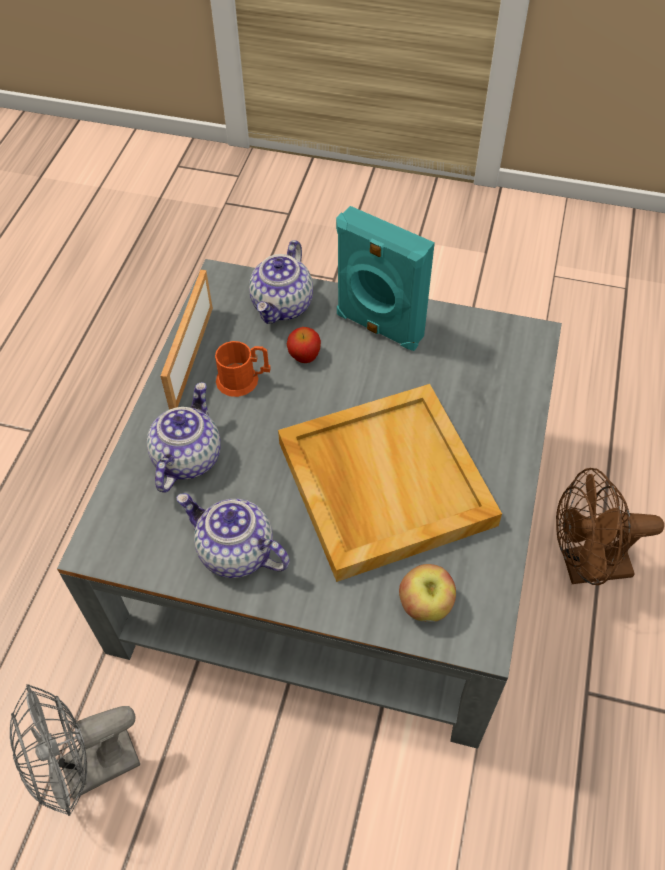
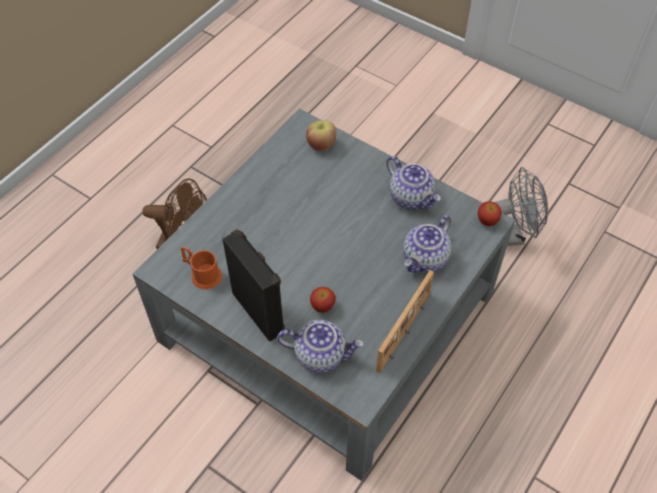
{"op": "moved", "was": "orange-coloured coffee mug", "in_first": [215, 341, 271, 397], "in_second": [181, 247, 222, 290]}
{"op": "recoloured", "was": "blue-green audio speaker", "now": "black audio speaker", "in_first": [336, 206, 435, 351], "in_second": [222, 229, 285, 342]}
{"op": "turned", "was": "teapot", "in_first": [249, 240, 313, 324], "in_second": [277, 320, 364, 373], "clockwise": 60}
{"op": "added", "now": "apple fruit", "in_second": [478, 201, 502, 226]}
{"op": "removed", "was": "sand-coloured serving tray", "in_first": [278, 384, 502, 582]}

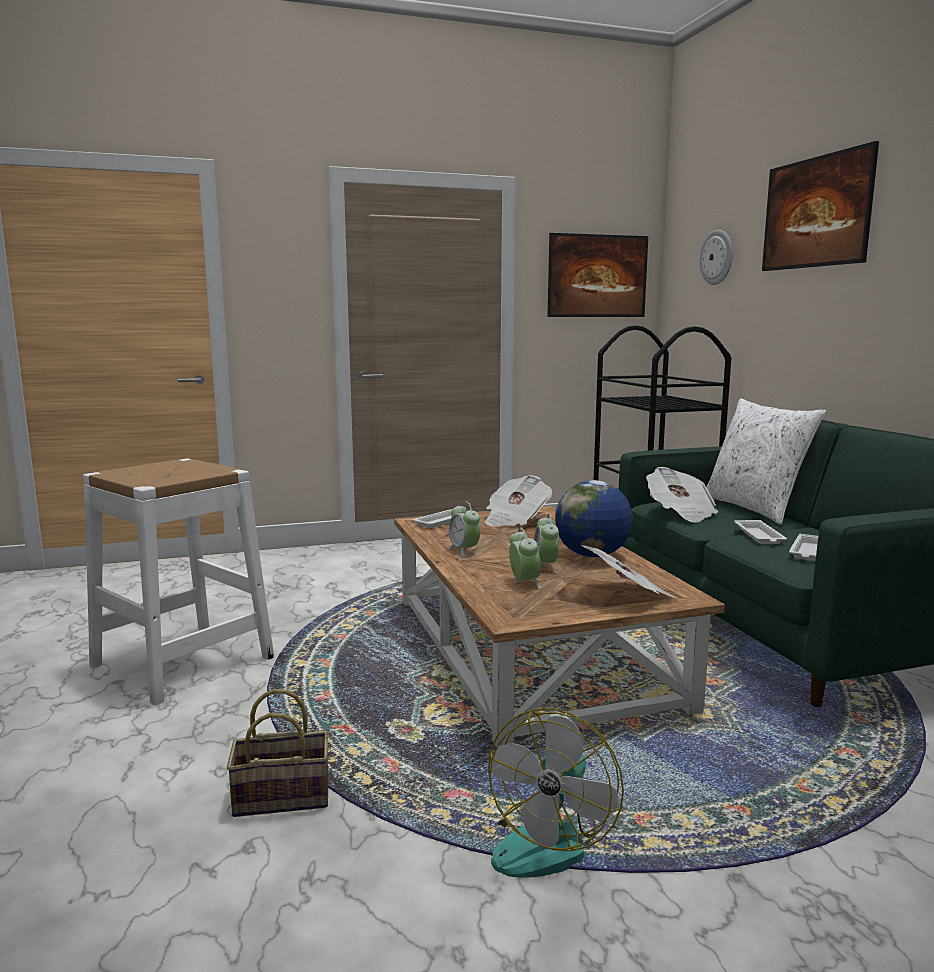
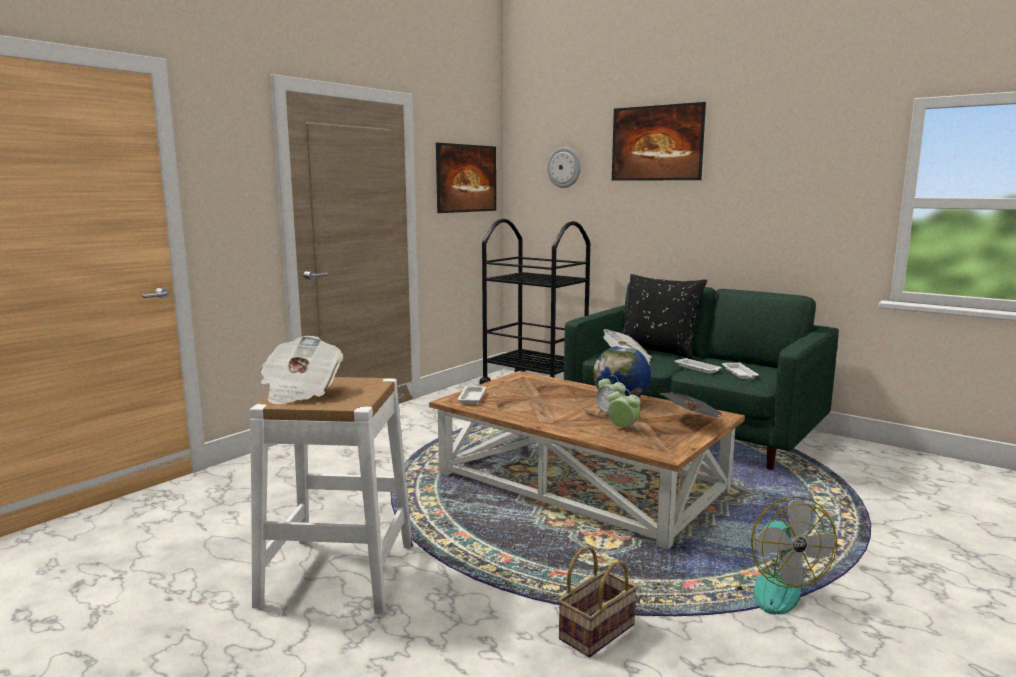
{"op": "moved", "was": "newspaper", "in_first": [485, 475, 552, 527], "in_second": [260, 336, 343, 404]}
{"op": "recoloured", "was": "white-coloured pillow", "now": "black pillow", "in_first": [706, 398, 826, 525], "in_second": [621, 274, 707, 359]}
{"op": "removed", "was": "alarm clock", "in_first": [448, 501, 480, 557]}

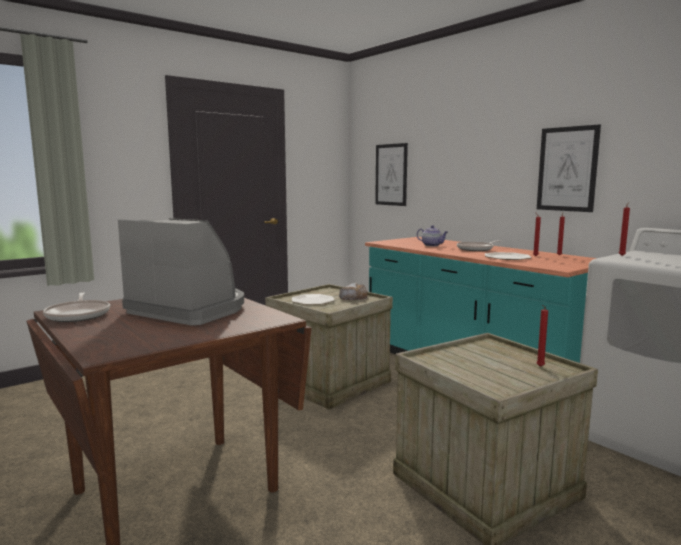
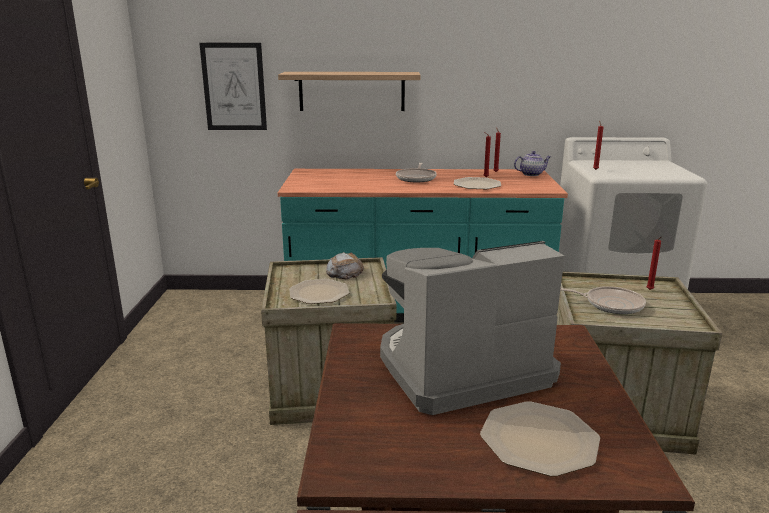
{"op": "added", "now": "bracket shelf", "in_second": [278, 72, 421, 111]}
{"op": "added", "now": "dinner plate", "in_second": [480, 401, 600, 477]}
{"op": "moved", "was": "teapot", "in_first": [417, 225, 448, 246], "in_second": [514, 151, 551, 176]}
{"op": "moved", "was": "frying pan", "in_first": [43, 292, 110, 322], "in_second": [560, 286, 646, 314]}
{"op": "removed", "was": "wall picture", "in_first": [537, 125, 601, 212]}

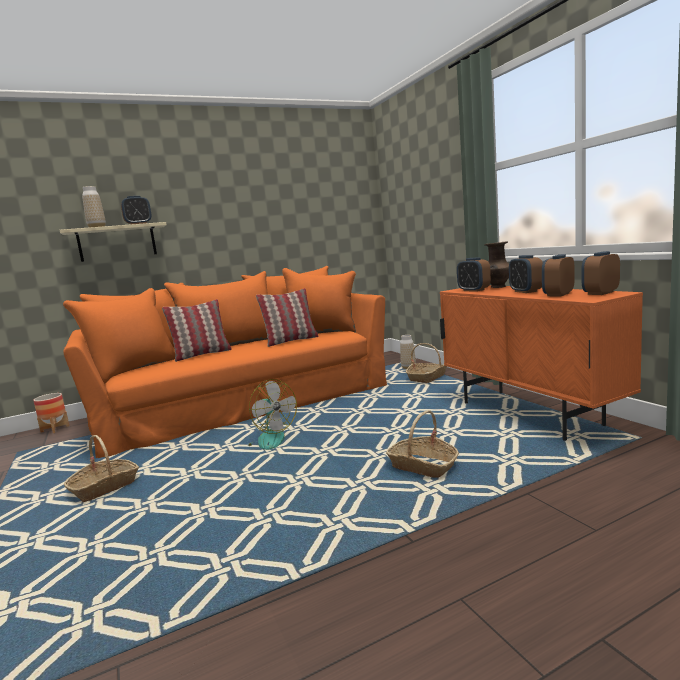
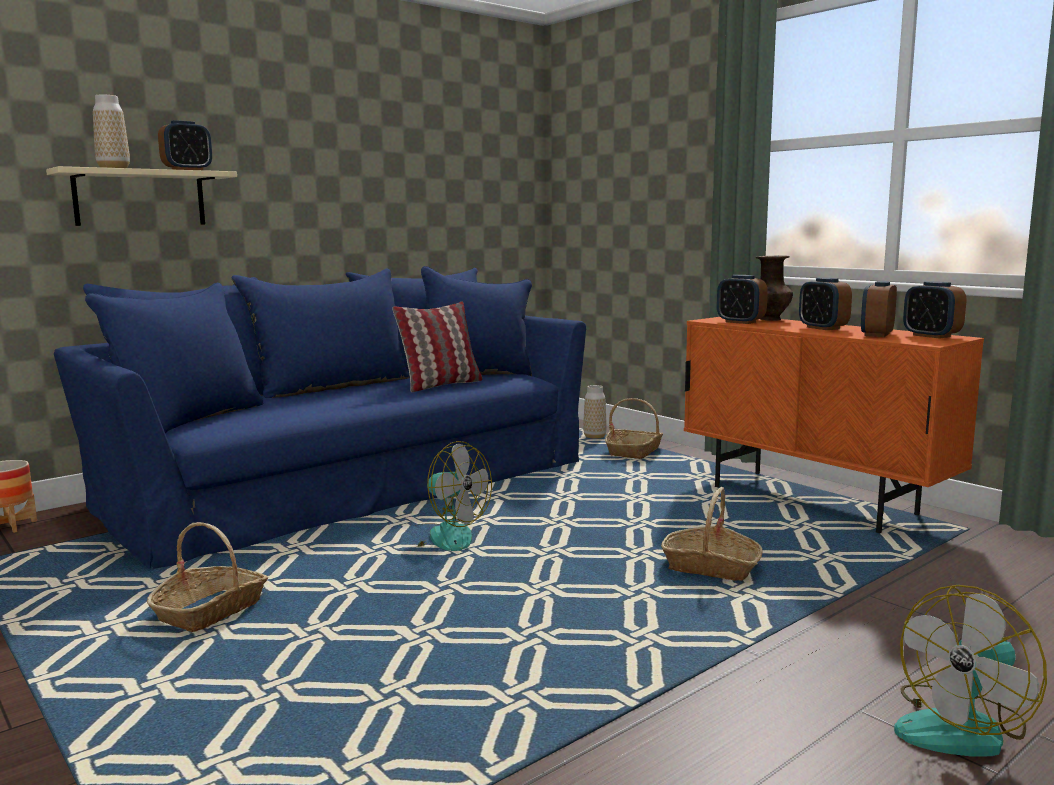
{"op": "recoloured", "was": "orange-coloured couch", "now": "bluish couch", "in_first": [63, 266, 387, 458], "in_second": [54, 266, 586, 569]}
{"op": "added", "now": "cooling fan", "in_second": [894, 585, 1047, 757]}
{"op": "turned", "was": "alarm clock", "in_first": [582, 251, 620, 295], "in_second": [903, 281, 966, 339], "clockwise": -75}
{"op": "removed", "was": "pillow", "in_first": [162, 299, 232, 362]}

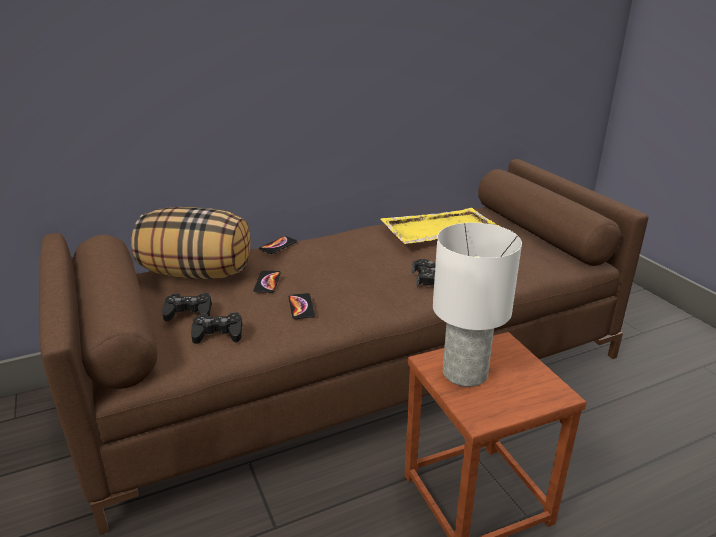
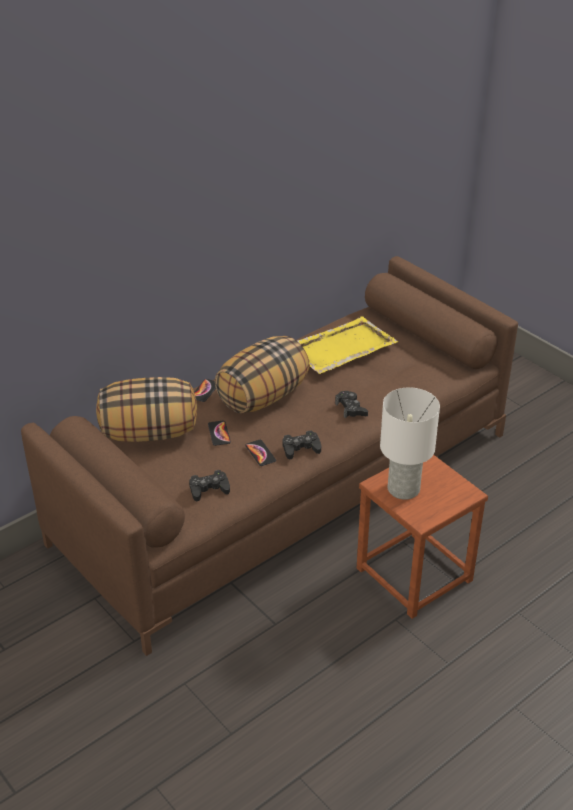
{"op": "added", "now": "pillow", "in_second": [215, 336, 310, 413]}
{"op": "moved", "was": "black gamepad", "in_first": [162, 293, 212, 321], "in_second": [283, 430, 321, 459]}

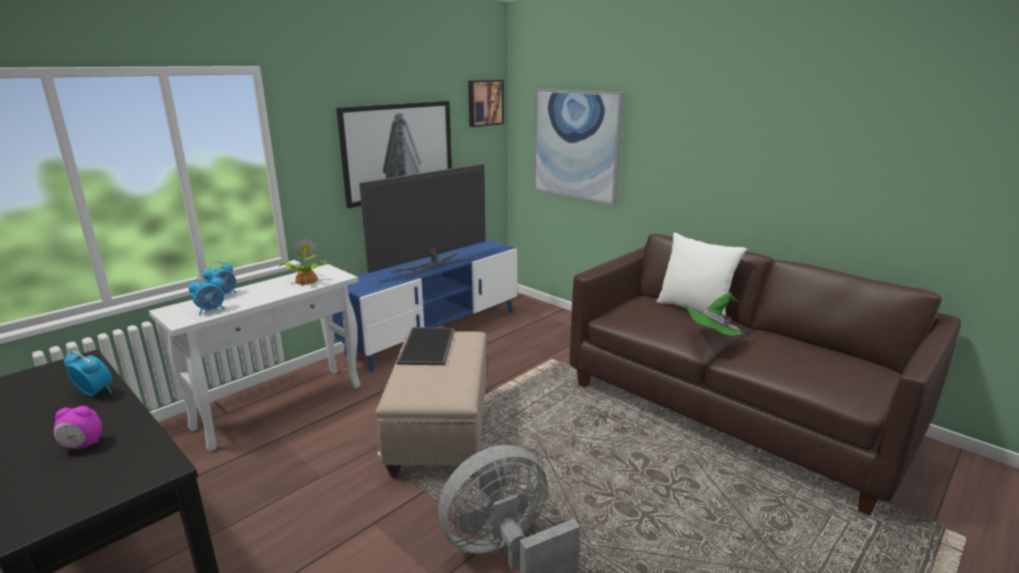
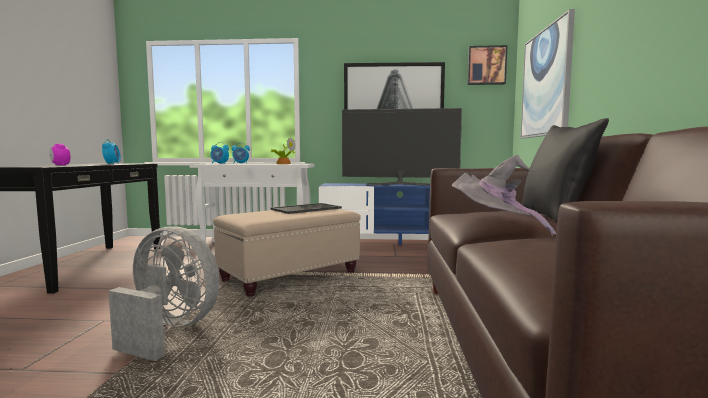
{"op": "recoloured", "was": "greenish clothing hat", "now": "grey clothing hat", "in_first": [684, 292, 751, 342], "in_second": [452, 155, 556, 236]}
{"op": "recoloured", "was": "white-coloured pillow", "now": "black pillow", "in_first": [656, 232, 747, 315], "in_second": [522, 118, 609, 222]}

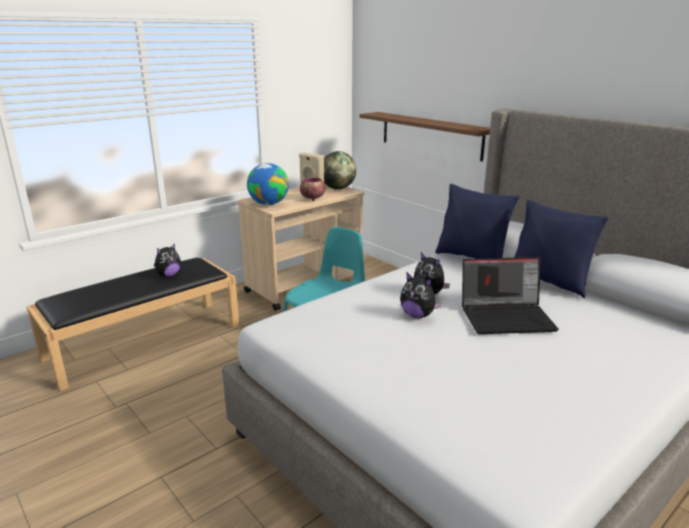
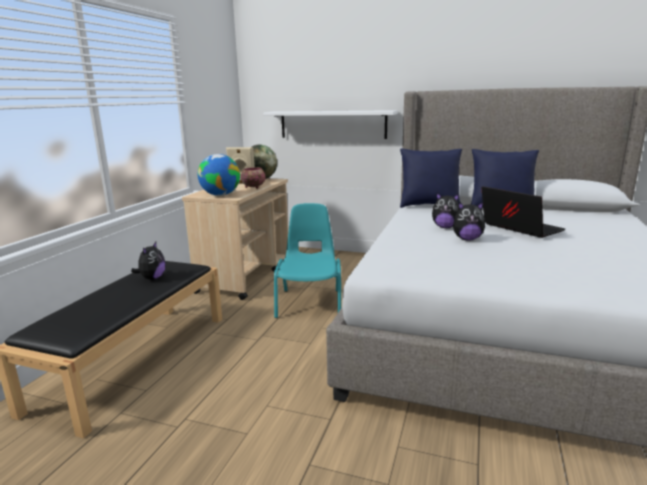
{"op": "recoloured", "was": "brown-coloured bracket shelf", "now": "white-coloured bracket shelf", "in_first": [360, 112, 490, 161], "in_second": [263, 110, 398, 139]}
{"op": "turned", "was": "portable computer", "in_first": [462, 257, 559, 334], "in_second": [482, 186, 565, 238], "clockwise": -90}

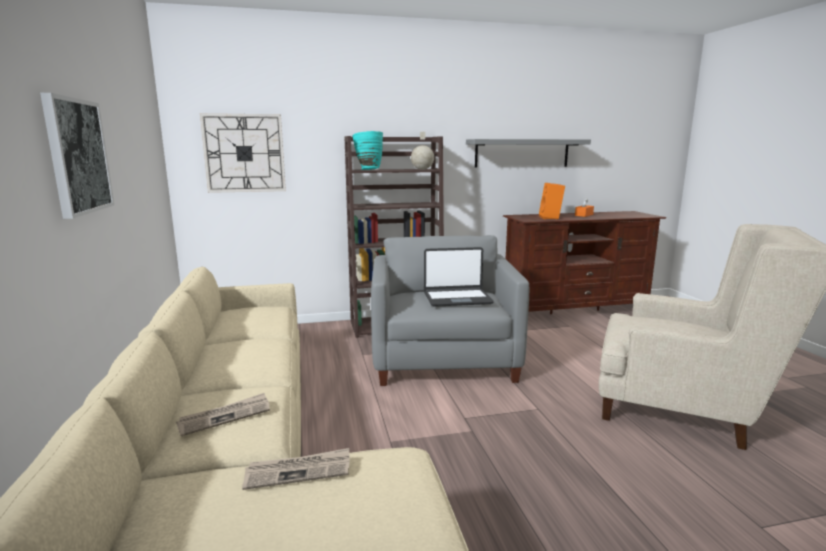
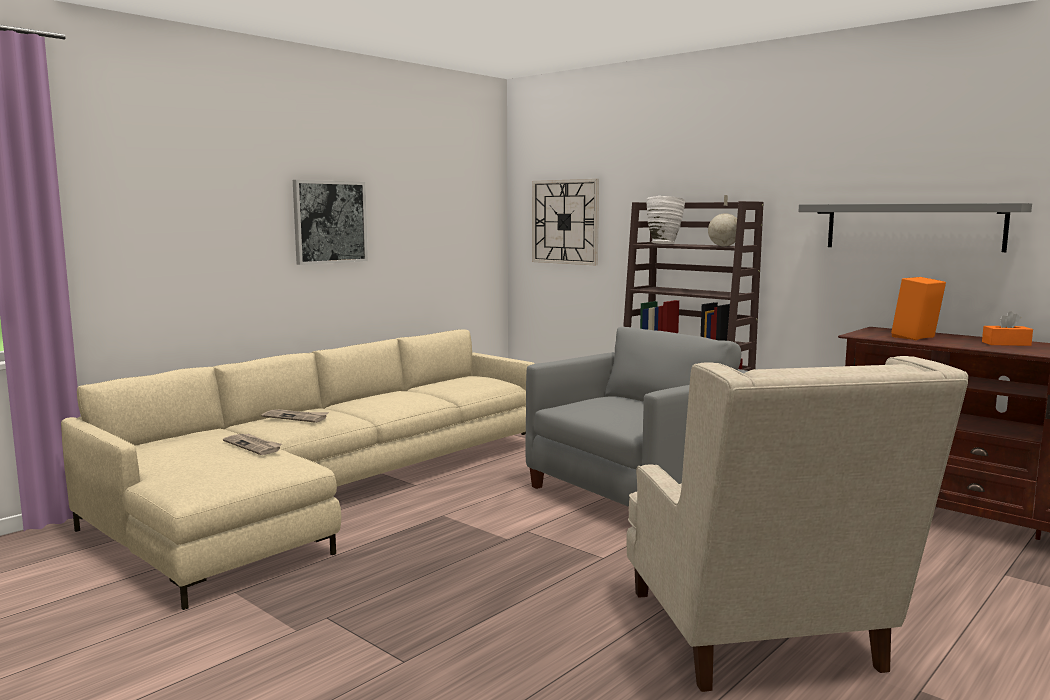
{"op": "recoloured", "was": "blue-green flower vase", "now": "white-coloured flower vase", "in_first": [352, 131, 383, 170], "in_second": [646, 196, 685, 244]}
{"op": "removed", "was": "portable computer", "in_first": [424, 247, 494, 307]}

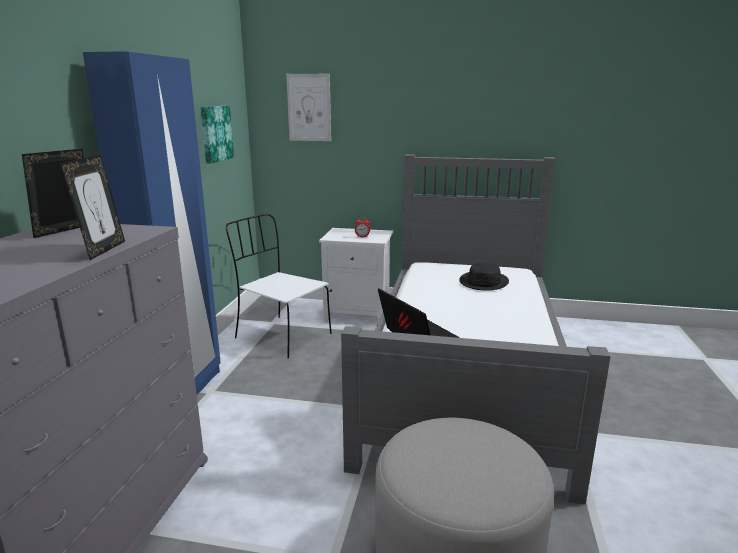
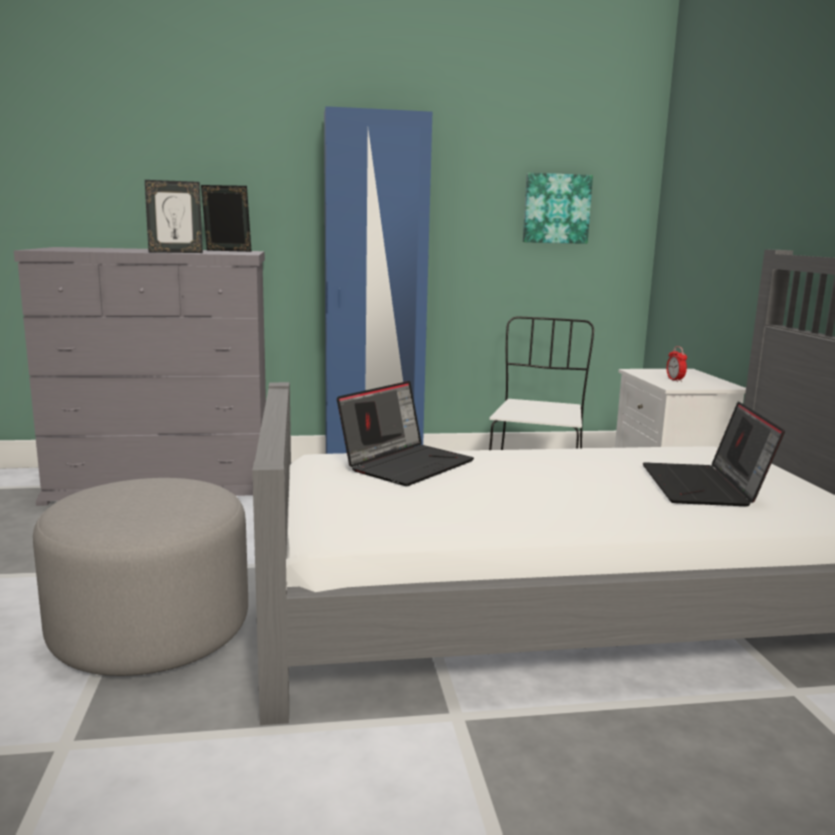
{"op": "replaced", "was": "black clothing hat", "now": "portable computer", "in_first": [459, 263, 509, 291], "in_second": [643, 401, 785, 506]}
{"op": "removed", "was": "wall picture", "in_first": [286, 74, 331, 141]}

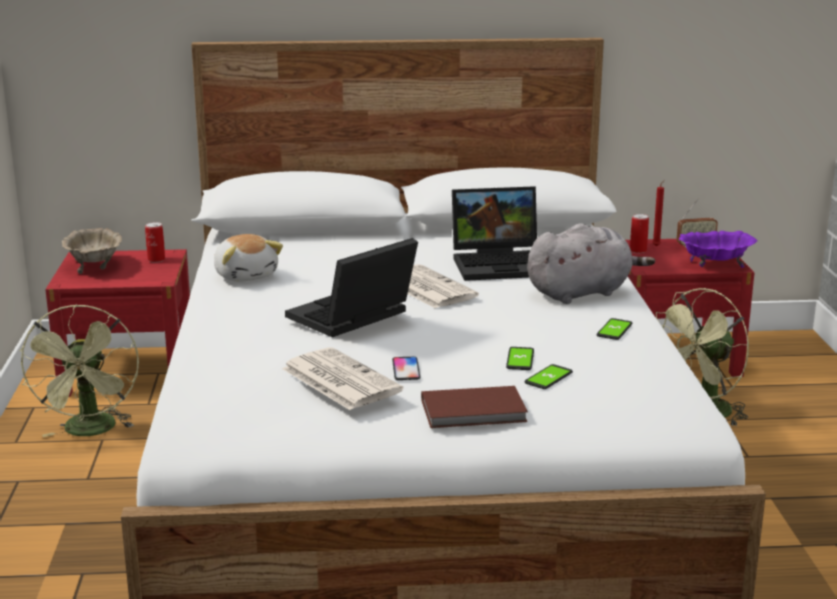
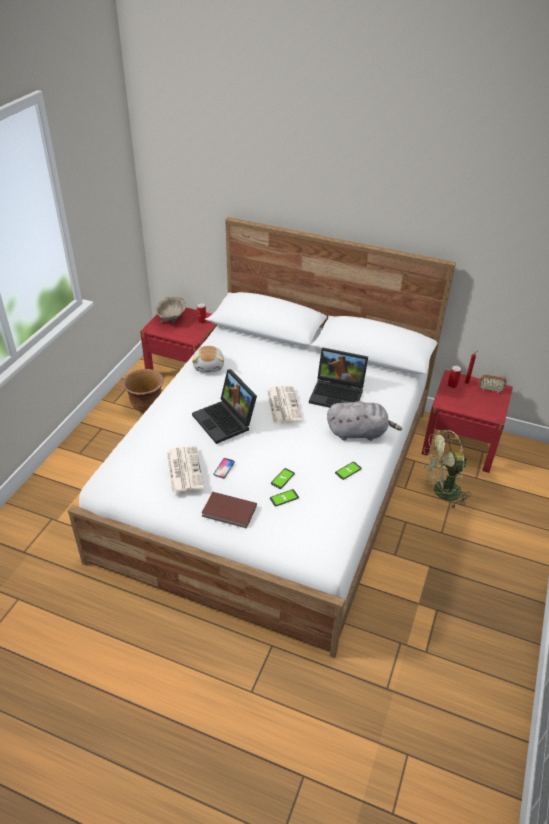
{"op": "replaced", "was": "greenish cooling fan", "now": "brown-coloured flower pot", "in_first": [19, 304, 139, 437], "in_second": [123, 369, 164, 413]}
{"op": "turned", "was": "portable computer", "in_first": [285, 238, 418, 337], "in_second": [192, 369, 257, 444], "clockwise": -105}
{"op": "removed", "was": "purplish serving bowl", "in_first": [679, 231, 757, 268]}

